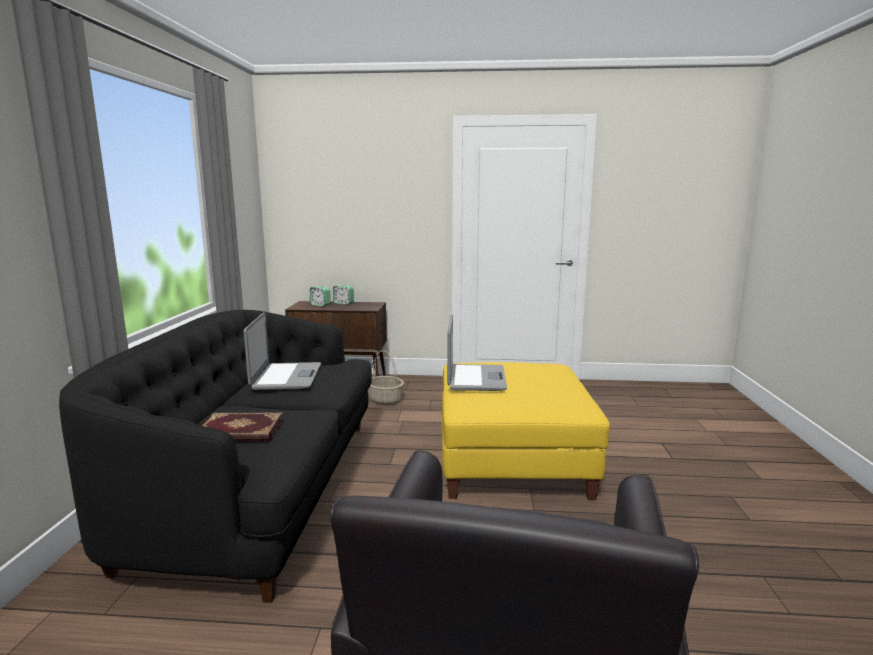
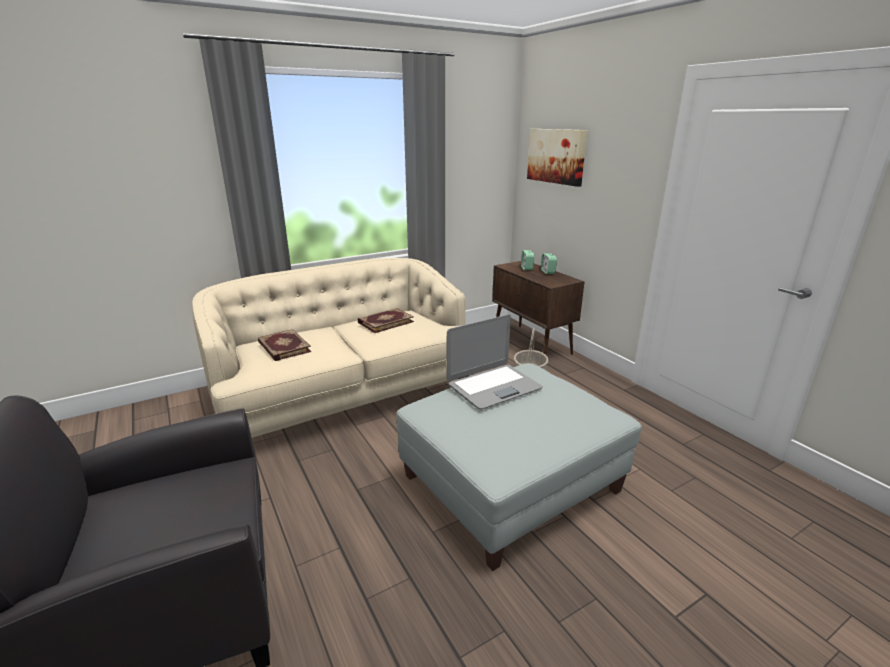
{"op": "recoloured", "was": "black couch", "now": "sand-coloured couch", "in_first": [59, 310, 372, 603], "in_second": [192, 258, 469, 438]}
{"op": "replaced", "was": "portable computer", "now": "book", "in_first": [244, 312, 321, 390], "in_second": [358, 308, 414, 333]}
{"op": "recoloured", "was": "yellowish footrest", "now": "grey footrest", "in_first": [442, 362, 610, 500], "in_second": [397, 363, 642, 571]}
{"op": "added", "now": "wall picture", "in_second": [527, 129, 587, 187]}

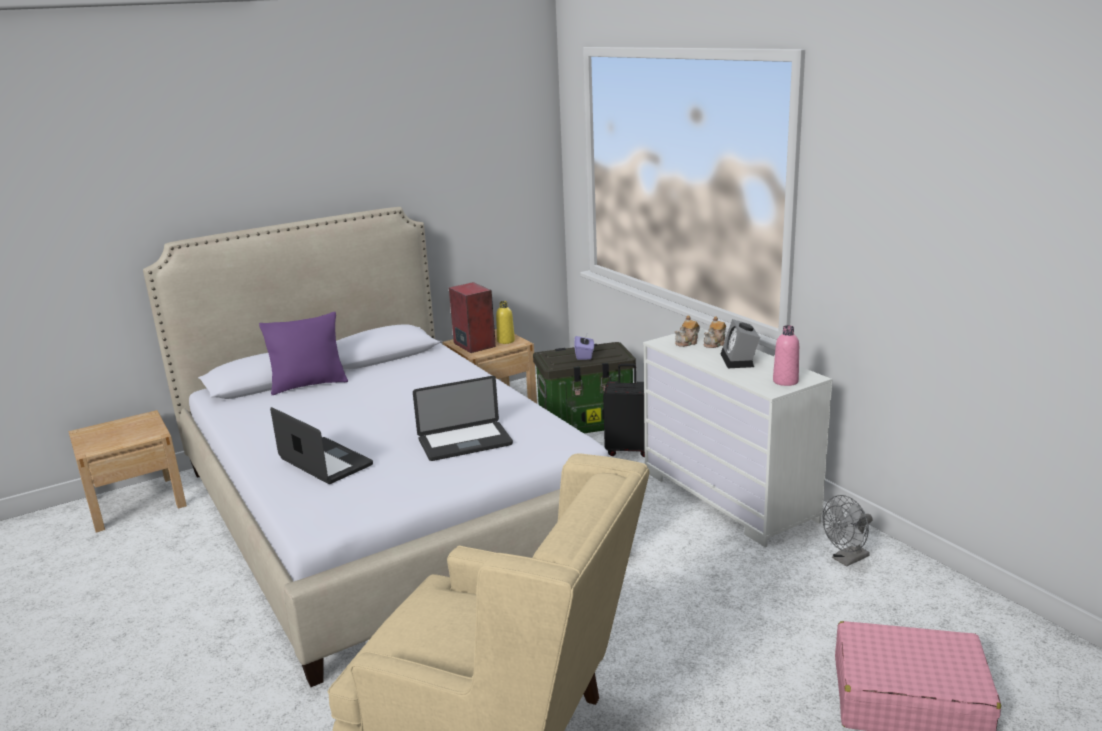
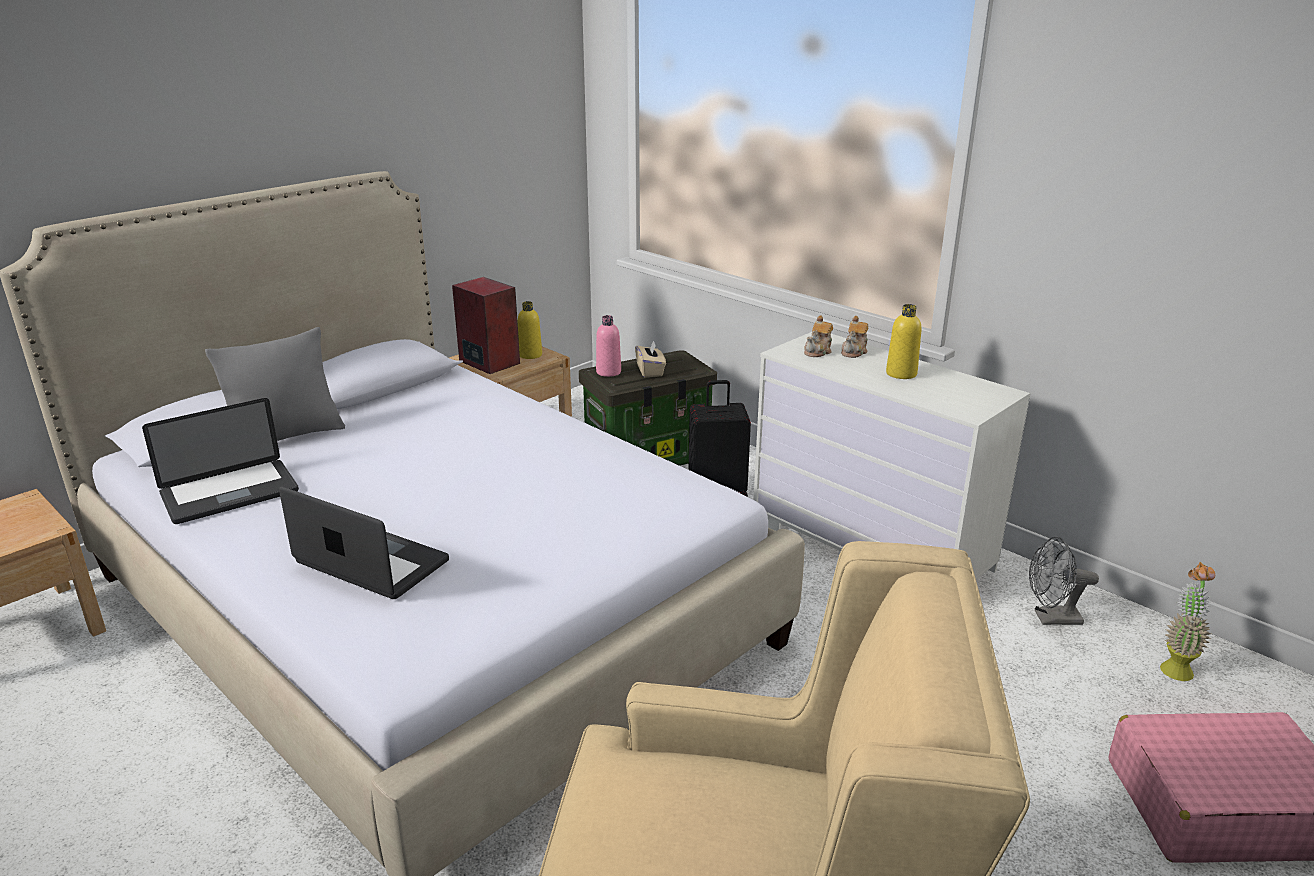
{"op": "moved", "was": "portable computer", "in_first": [413, 376, 513, 461], "in_second": [142, 398, 299, 524]}
{"op": "recoloured", "was": "purplish pillow", "now": "grey pillow", "in_first": [259, 312, 348, 395], "in_second": [205, 327, 345, 441]}
{"op": "moved", "was": "pink bottle", "in_first": [773, 325, 799, 386], "in_second": [596, 315, 621, 377]}
{"op": "recoloured", "was": "purplish tissue holder", "now": "sand-coloured tissue holder", "in_first": [574, 334, 594, 360], "in_second": [635, 340, 666, 377]}
{"op": "replaced", "was": "alarm clock", "now": "yellowish bottle", "in_first": [721, 319, 760, 368], "in_second": [886, 304, 921, 379]}
{"op": "turned", "was": "grey cooling fan", "in_first": [822, 495, 873, 567], "in_second": [1029, 536, 1099, 625], "clockwise": 45}
{"op": "added", "now": "potted plant", "in_second": [1160, 562, 1215, 681]}

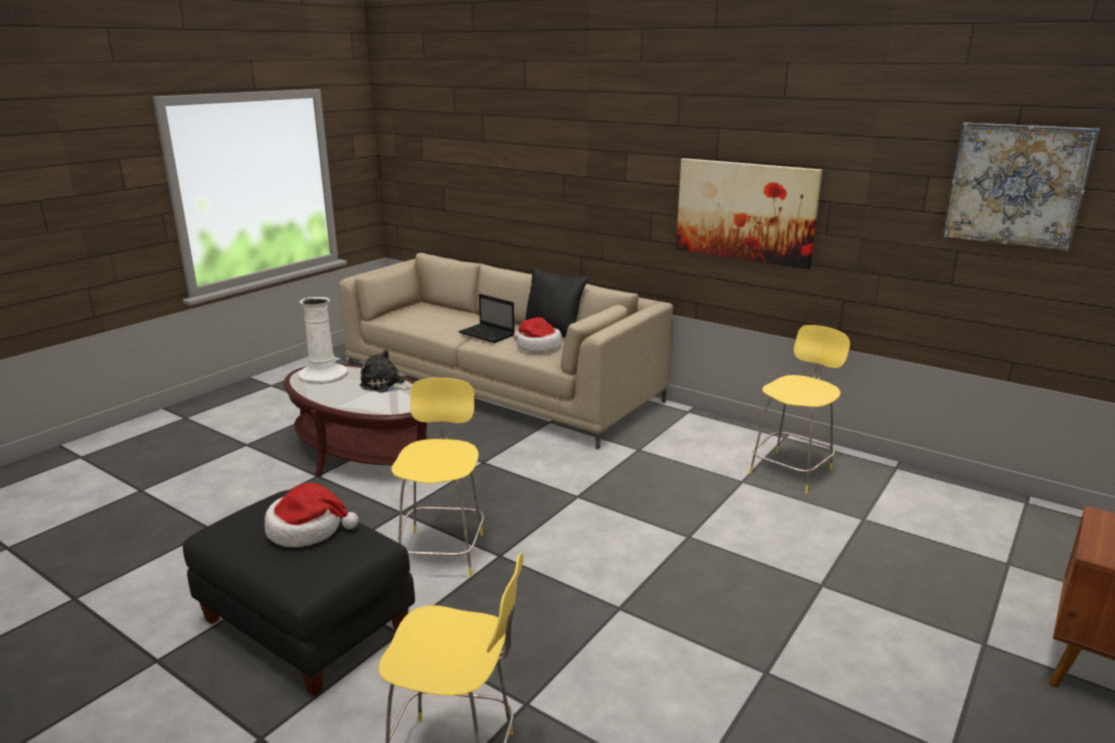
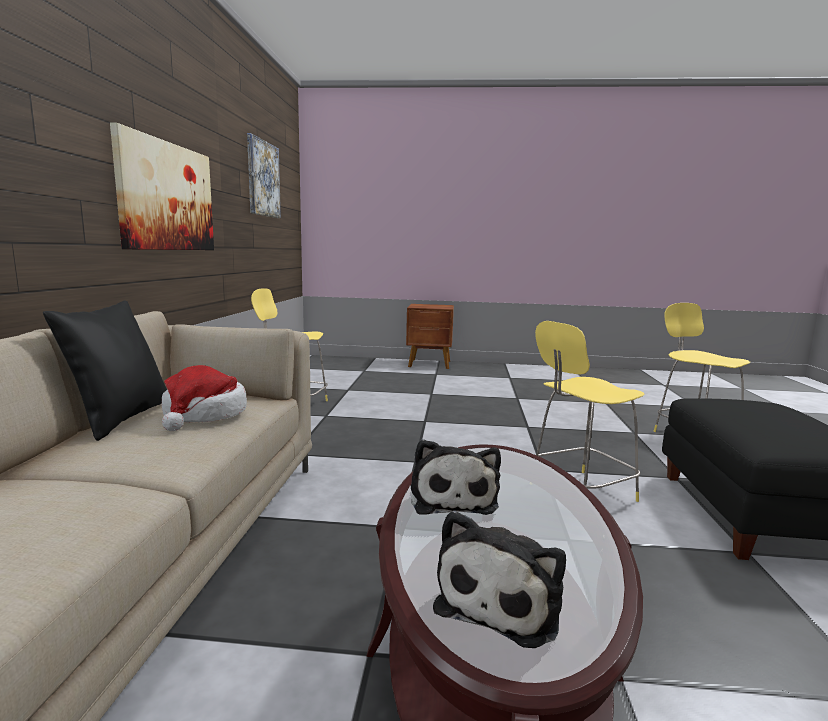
{"op": "replaced", "was": "white-coloured flower vase", "now": "soft toy", "in_first": [298, 297, 348, 384], "in_second": [433, 511, 566, 648]}
{"op": "removed", "was": "clothing hat", "in_first": [265, 483, 358, 547]}
{"op": "removed", "was": "portable computer", "in_first": [458, 294, 515, 343]}

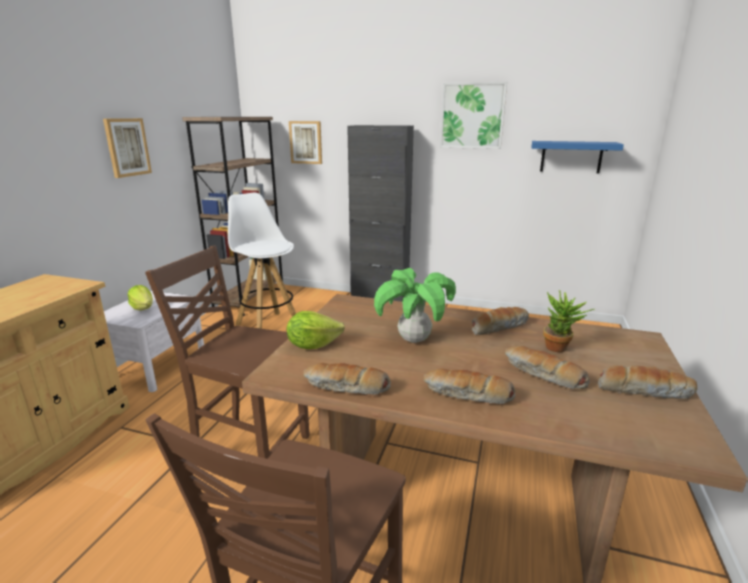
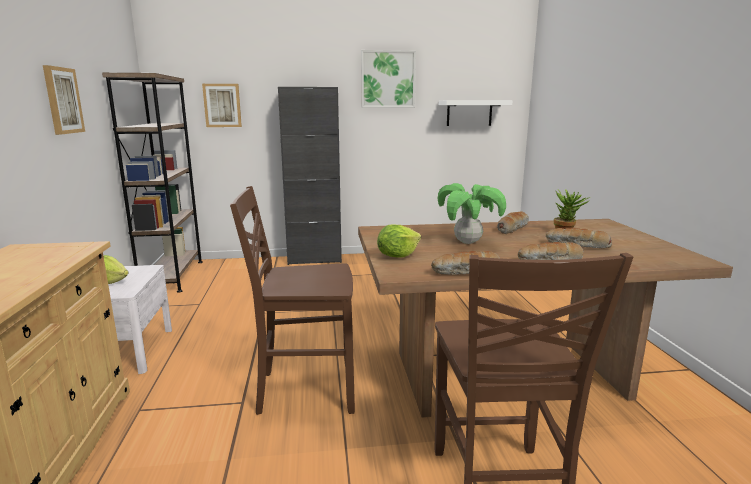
{"op": "recoloured", "was": "bluish bracket shelf", "now": "white-coloured bracket shelf", "in_first": [532, 141, 624, 174], "in_second": [439, 100, 512, 126]}
{"op": "removed", "was": "white-coloured stool", "in_first": [228, 192, 296, 329]}
{"op": "removed", "was": "bread", "in_first": [598, 365, 697, 399]}

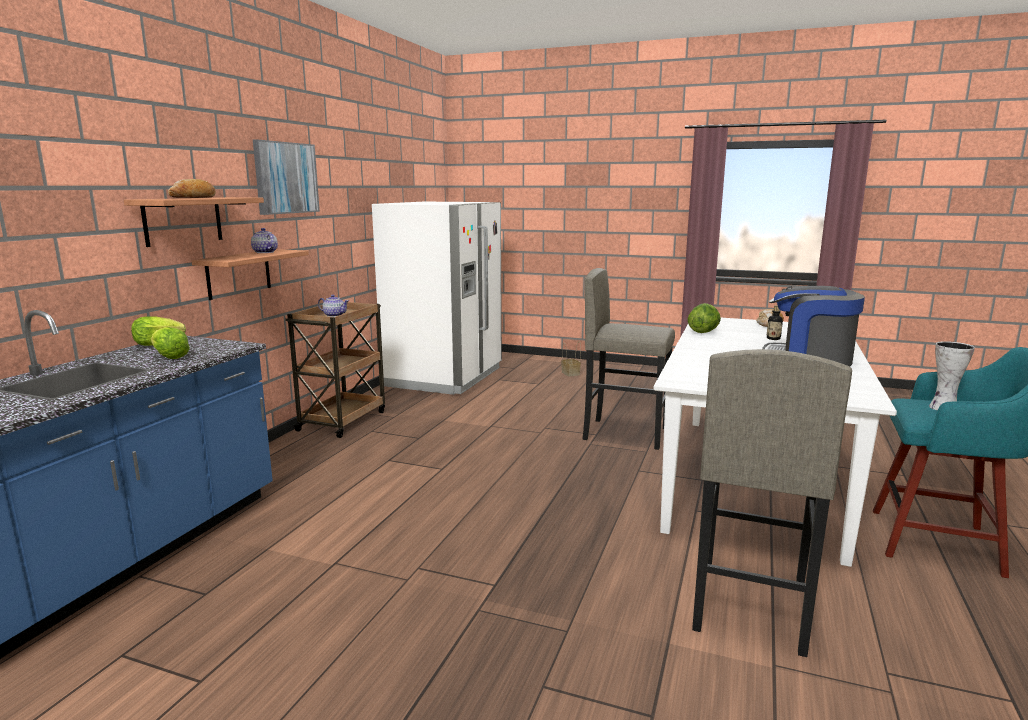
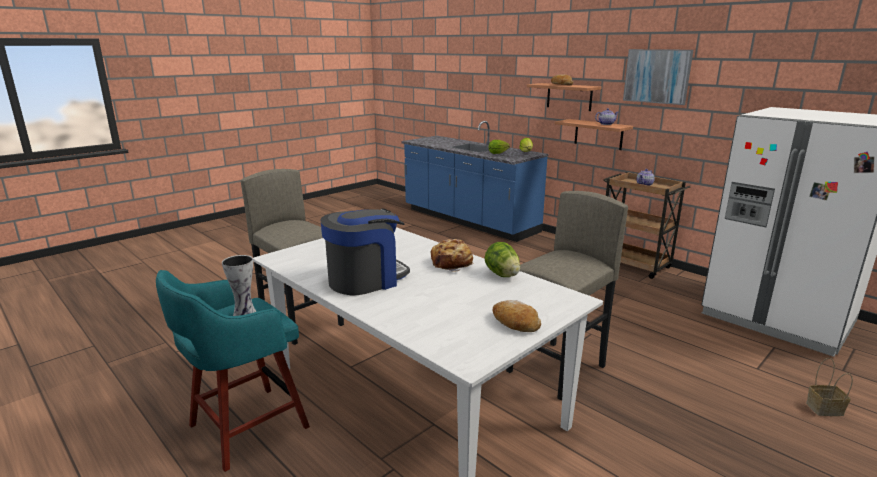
{"op": "added", "now": "bread", "in_second": [431, 239, 475, 272]}
{"op": "removed", "was": "bottle", "in_first": [766, 306, 783, 340]}

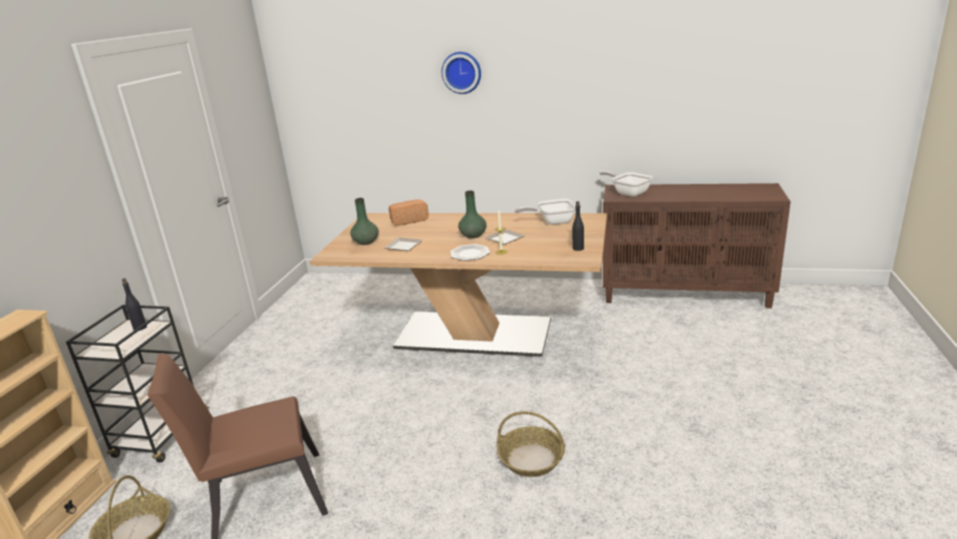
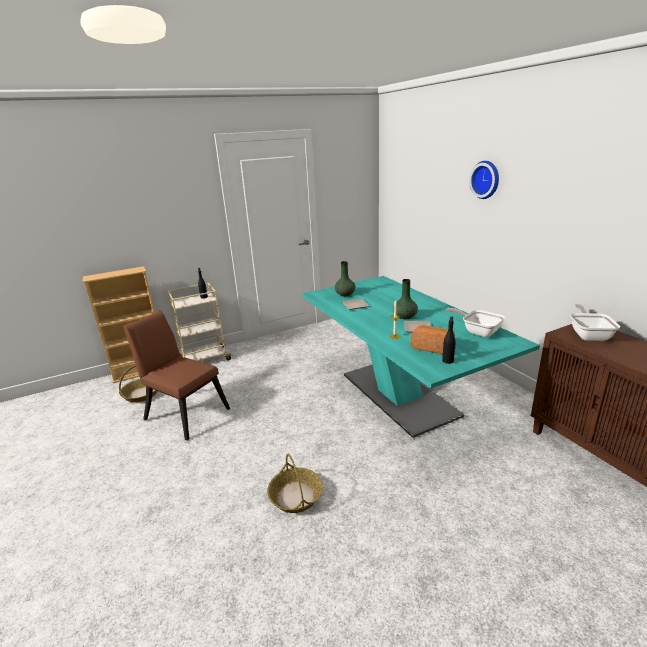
{"op": "recoloured", "was": "black cart", "now": "sand-coloured cart", "in_first": [66, 305, 210, 463], "in_second": [167, 283, 231, 361]}
{"op": "recoloured", "was": "sand-coloured kitchen table", "now": "blue-green kitchen table", "in_first": [310, 213, 607, 357], "in_second": [302, 276, 540, 438]}
{"op": "moved", "was": "bread", "in_first": [388, 199, 429, 226], "in_second": [411, 325, 455, 354]}
{"op": "removed", "was": "dinner plate", "in_first": [450, 244, 490, 261]}

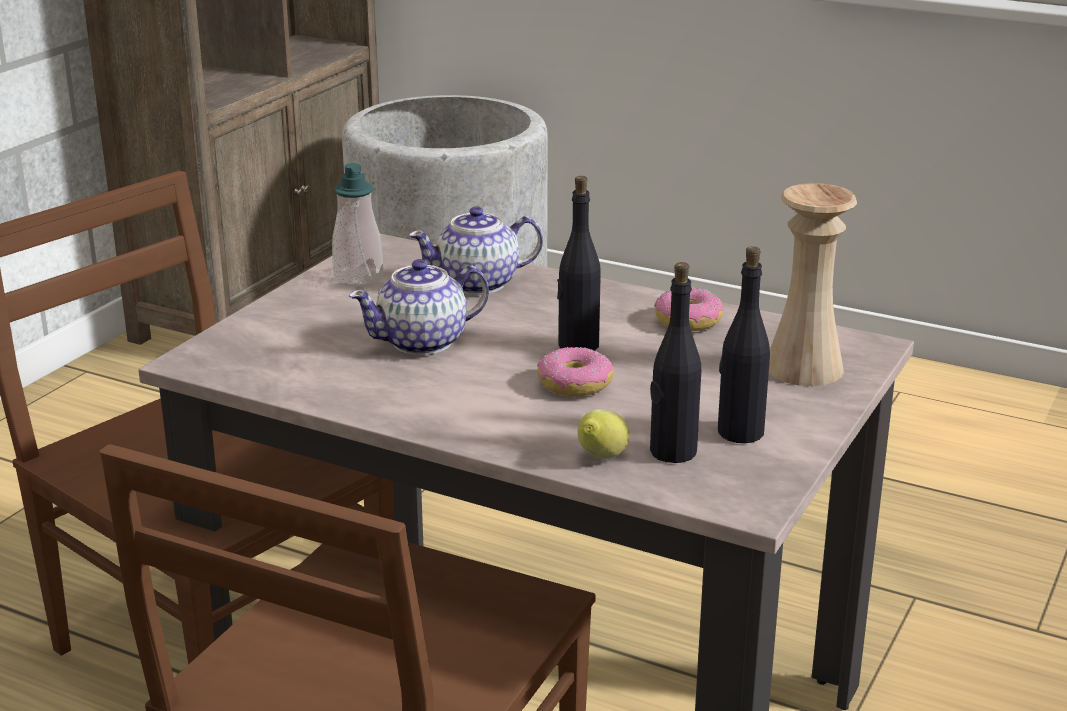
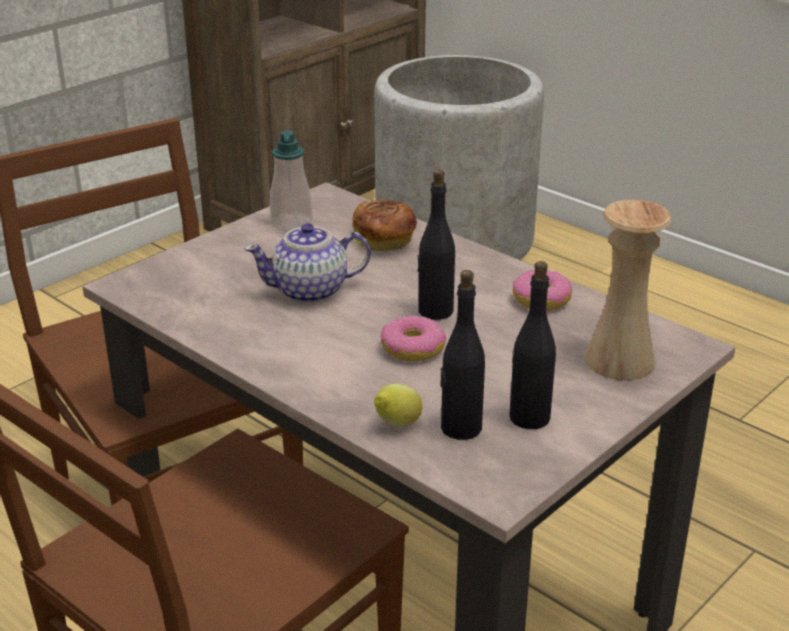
{"op": "replaced", "was": "teapot", "now": "bread", "in_first": [408, 206, 543, 295], "in_second": [352, 200, 417, 252]}

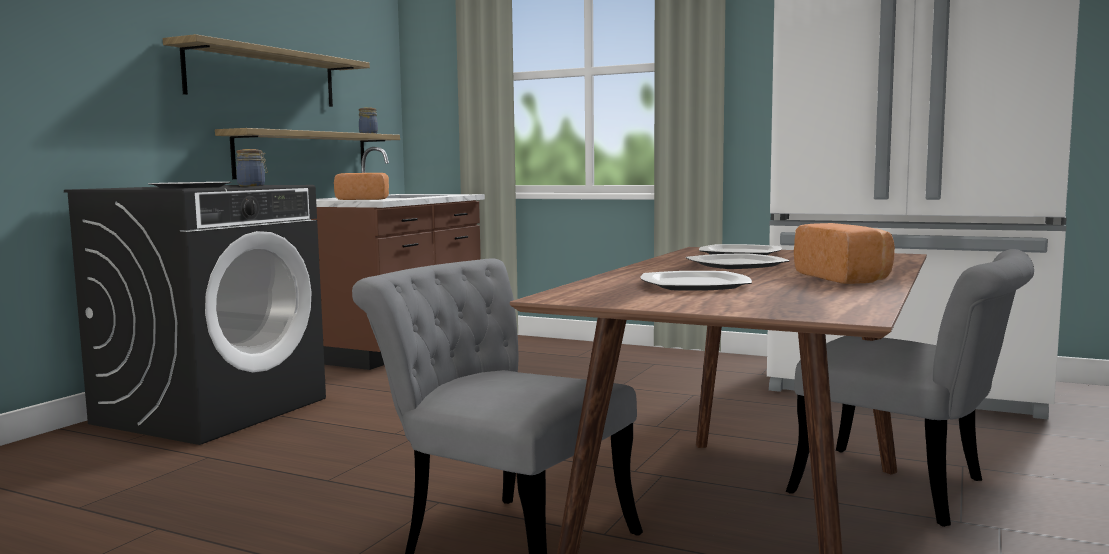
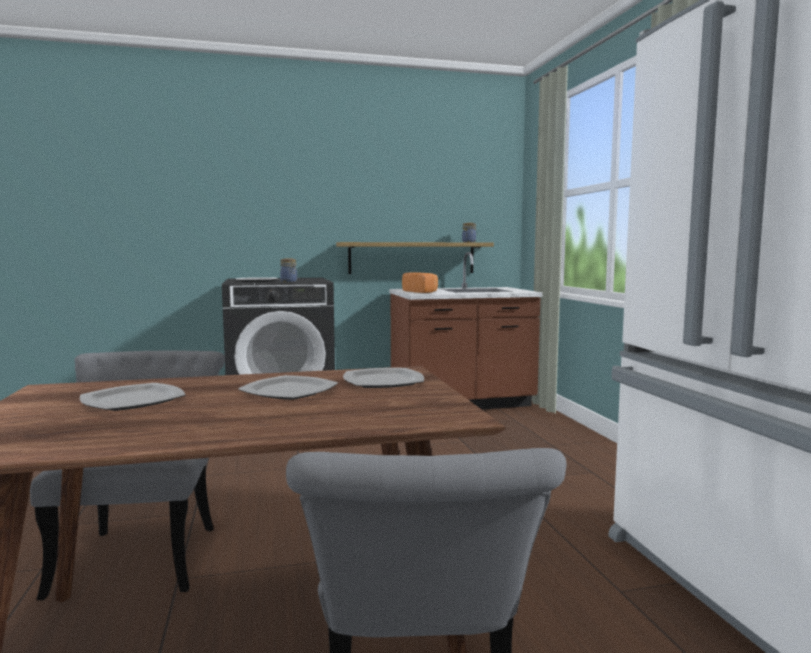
{"op": "removed", "was": "bracket shelf", "in_first": [163, 34, 370, 107]}
{"op": "removed", "was": "bread", "in_first": [794, 223, 895, 284]}

